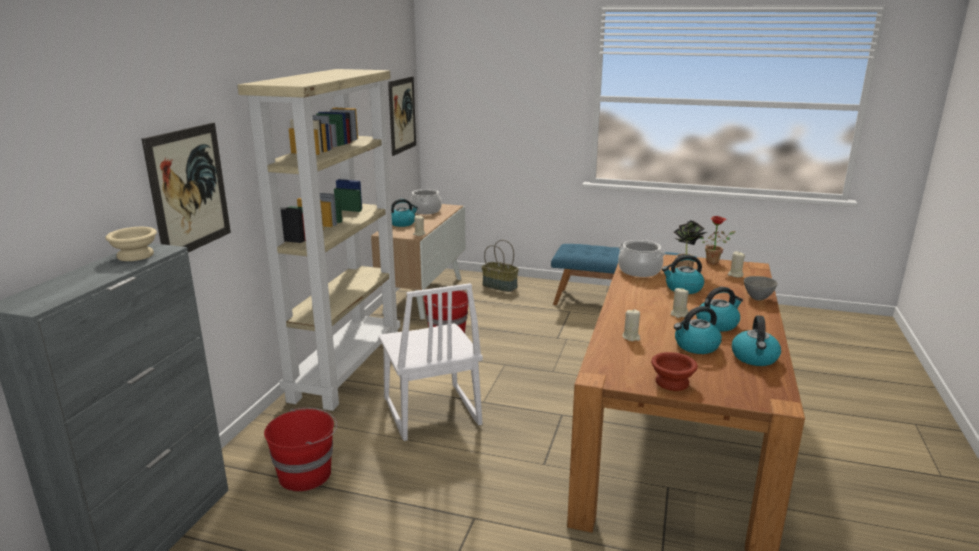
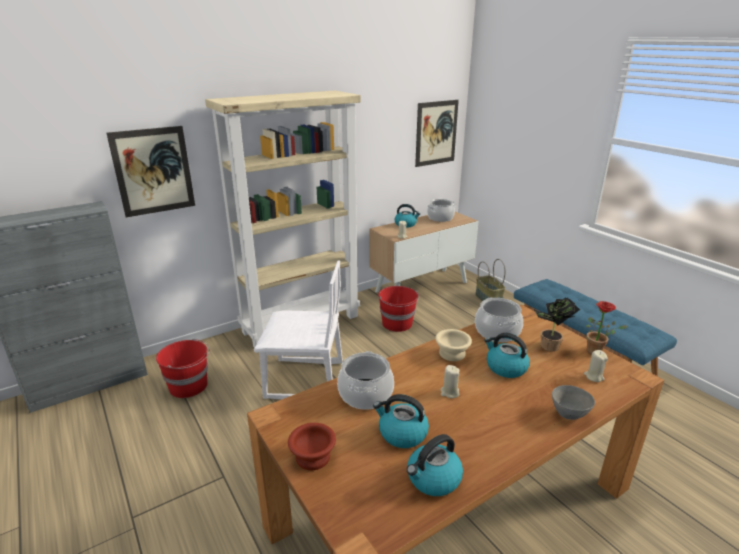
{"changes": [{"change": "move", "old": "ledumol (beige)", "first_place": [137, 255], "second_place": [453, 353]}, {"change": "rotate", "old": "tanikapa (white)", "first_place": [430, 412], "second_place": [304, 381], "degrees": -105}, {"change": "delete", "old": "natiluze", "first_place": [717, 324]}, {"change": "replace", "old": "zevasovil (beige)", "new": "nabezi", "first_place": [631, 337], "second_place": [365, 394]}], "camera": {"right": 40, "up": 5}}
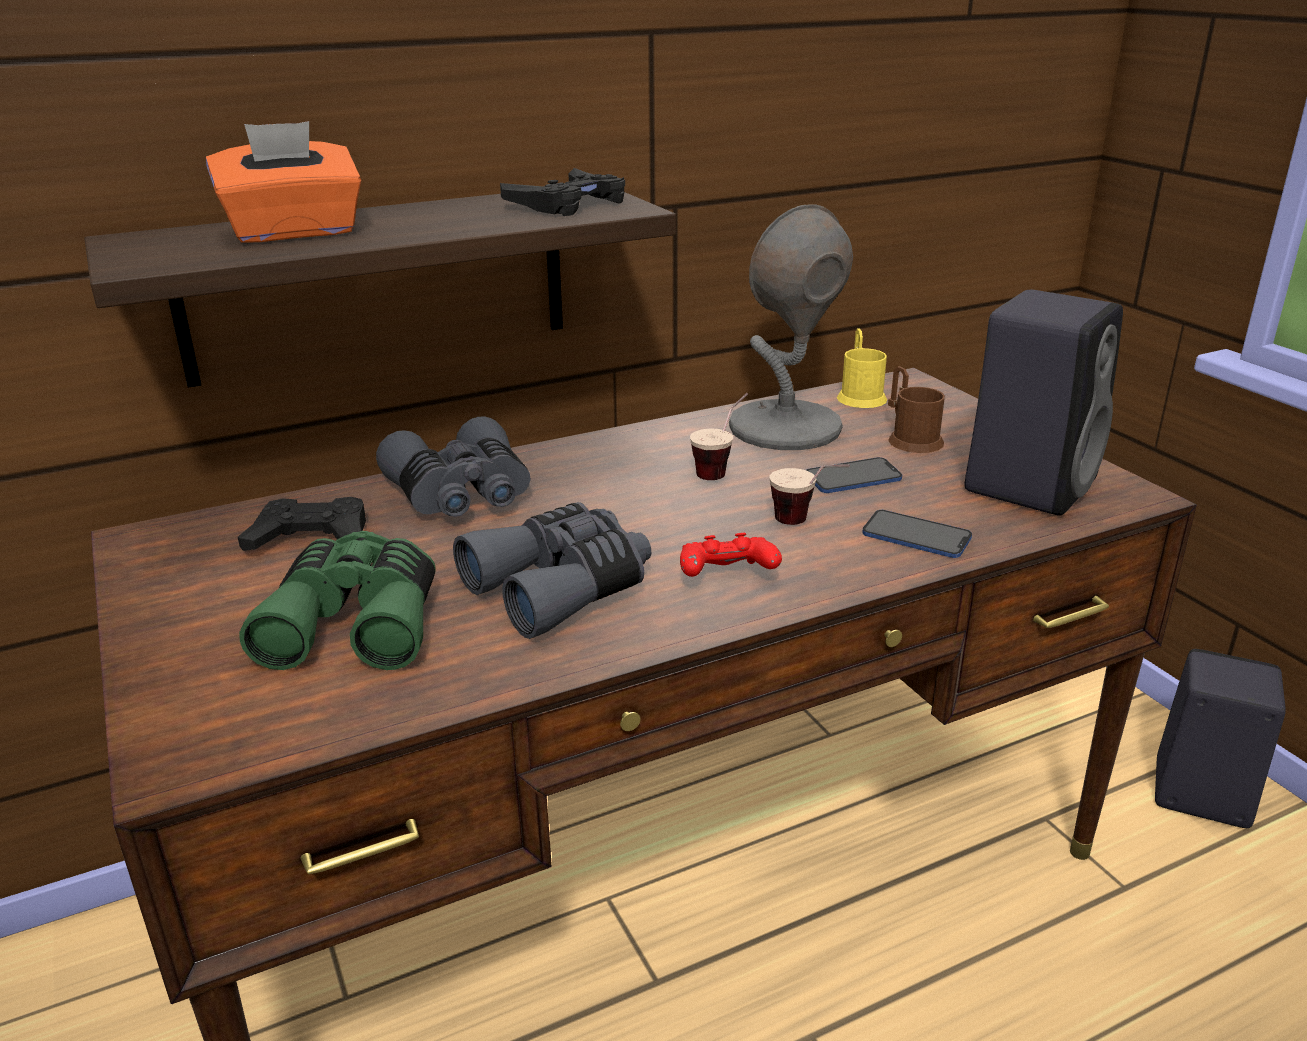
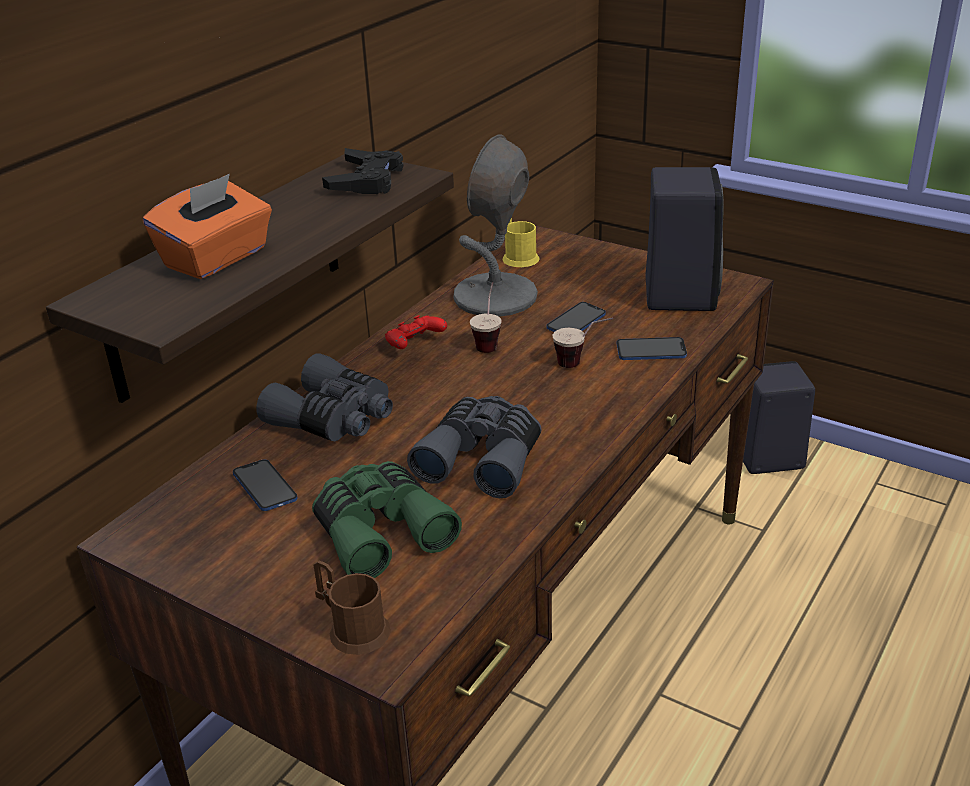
{"changes": [{"change": "move", "old": "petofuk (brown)", "first_place": [910, 438], "second_place": [352, 628]}, {"change": "replace", "old": "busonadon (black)", "new": "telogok", "first_place": [310, 537], "second_place": [265, 487]}, {"change": "move", "old": "busonadon (red)", "first_place": [726, 577], "second_place": [414, 344]}], "camera": {"right": -30, "up": 5}}
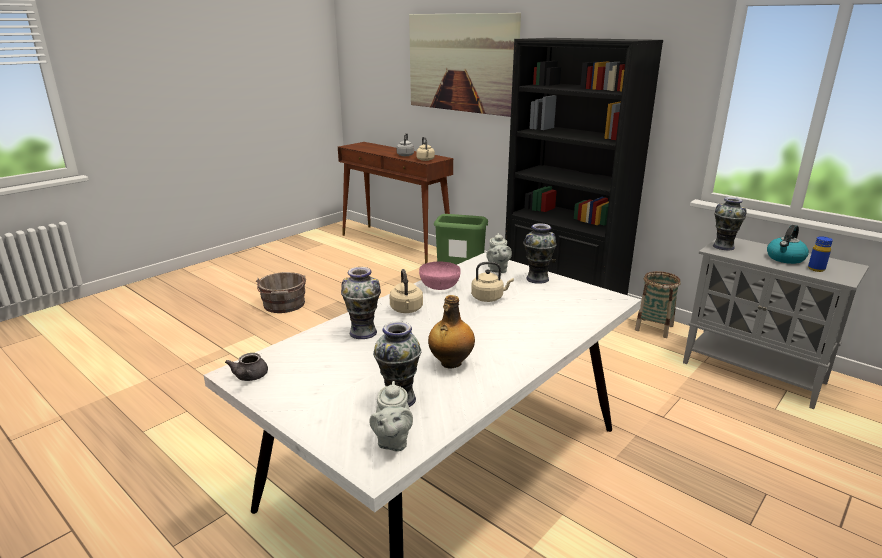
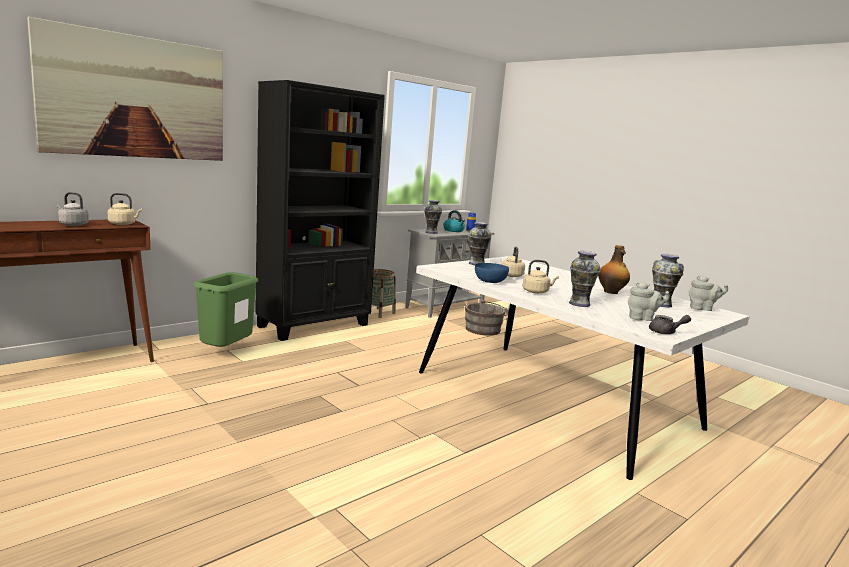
{"changes": [{"change": "move", "old": "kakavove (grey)", "first_place": [497, 270], "second_place": [642, 319]}, {"change": "recolor", "old": "ledumol (pink)", "new": "ledumol (blue)", "first_place": [439, 286], "second_place": [490, 281]}, {"change": "move", "old": "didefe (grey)", "first_place": [284, 305], "second_place": [485, 330]}], "camera": {"right": -85, "up": -10}}
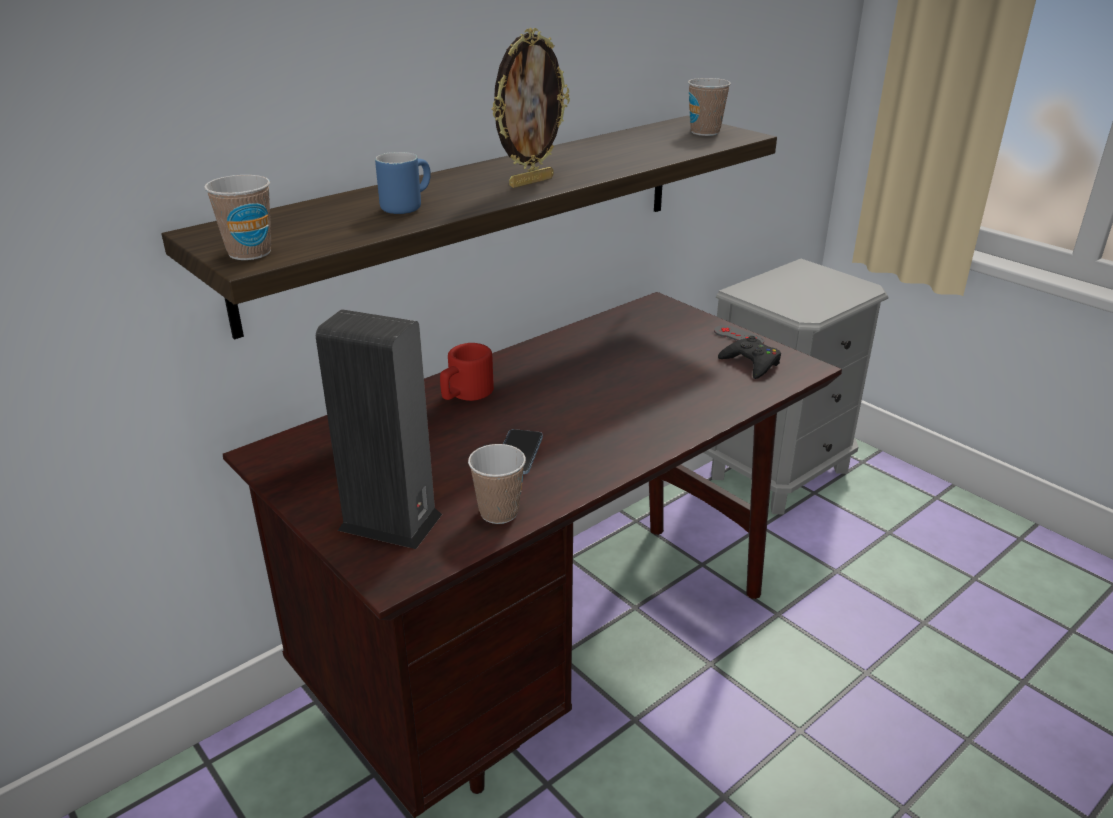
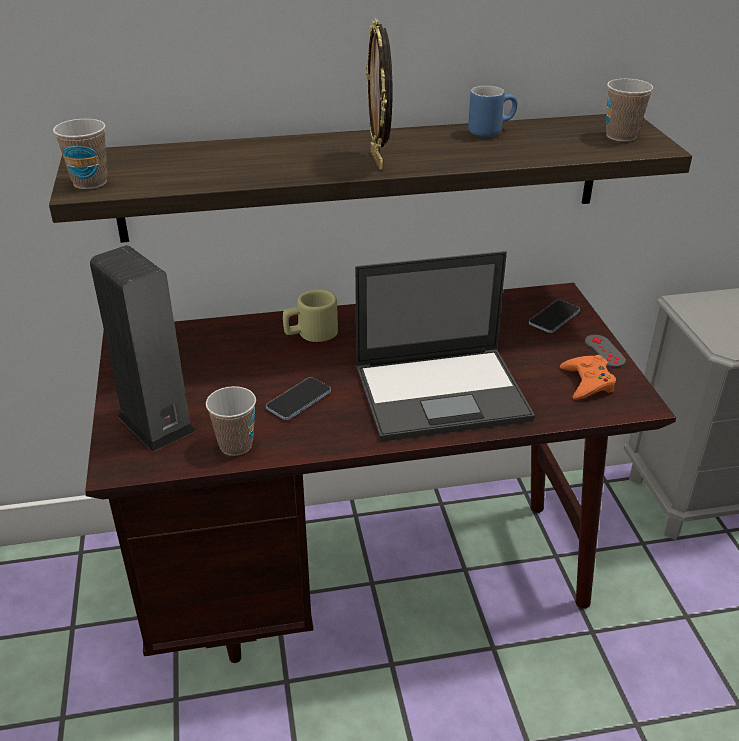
{"changes": [{"change": "rotate", "old": "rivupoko", "first_place": [530, 182], "second_place": [378, 160], "degrees": 90}, {"change": "move", "old": "petofuk (blue)", "first_place": [405, 206], "second_place": [490, 130]}, {"change": "recolor", "old": "busonadon (black)", "new": "busonadon (orange)", "first_place": [751, 363], "second_place": [587, 382]}, {"change": "recolor", "old": "petofuk (red)", "new": "petofuk (beige)", "first_place": [465, 394], "second_place": [310, 333]}, {"change": "insert", "new": "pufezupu", "second_place": [443, 392]}, {"change": "insert", "new": "telogok", "second_place": [554, 318]}], "camera": {"right": 30, "up": 5}}
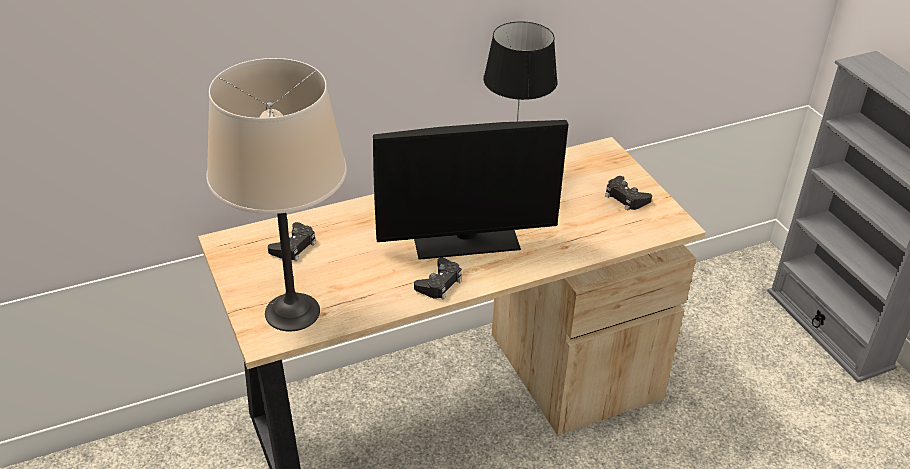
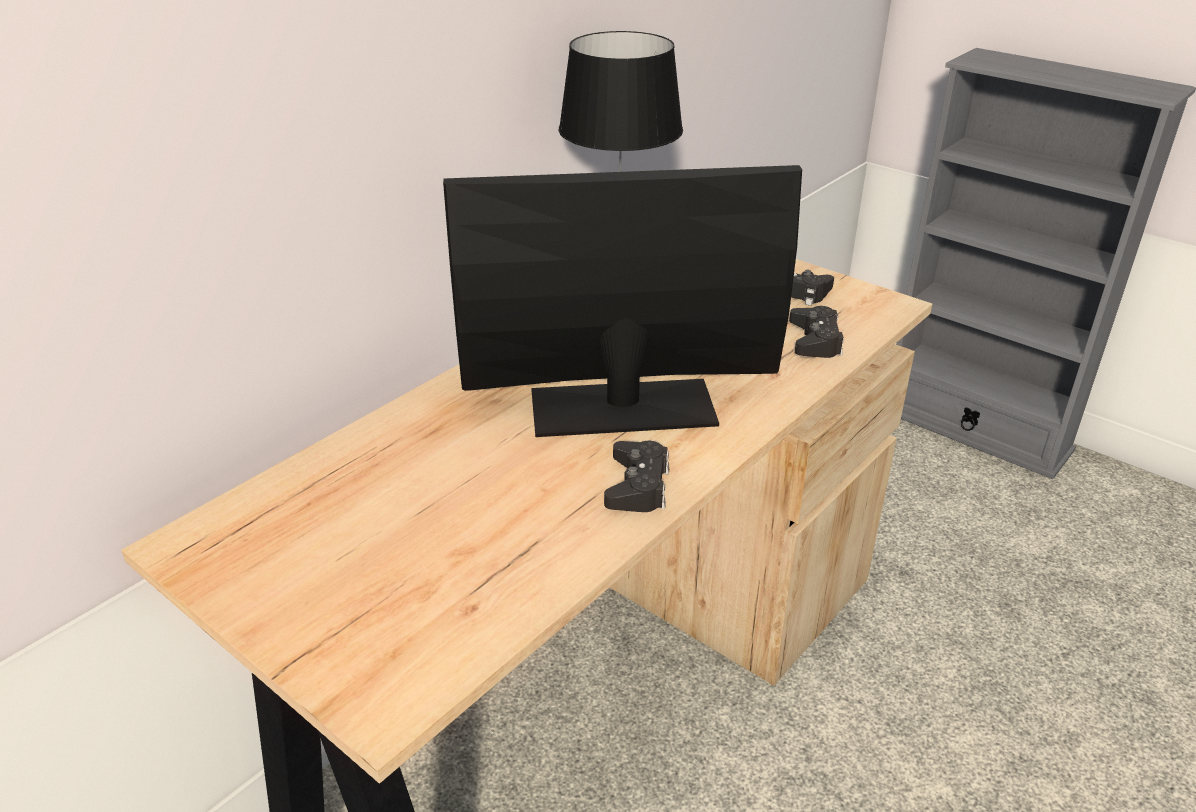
{"changes": [{"change": "delete", "old": "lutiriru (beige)", "first_place": [292, 312]}, {"change": "rotate", "old": "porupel", "first_place": [465, 240], "second_place": [622, 408], "degrees": -150}, {"change": "move", "old": "busonadon (black)", "first_place": [294, 247], "second_place": [815, 341]}], "camera": {"right": -25, "up": -5}}
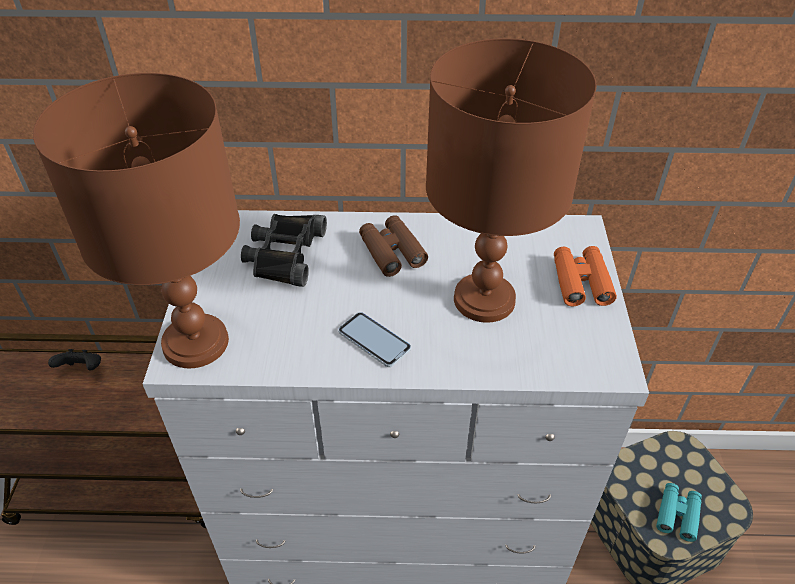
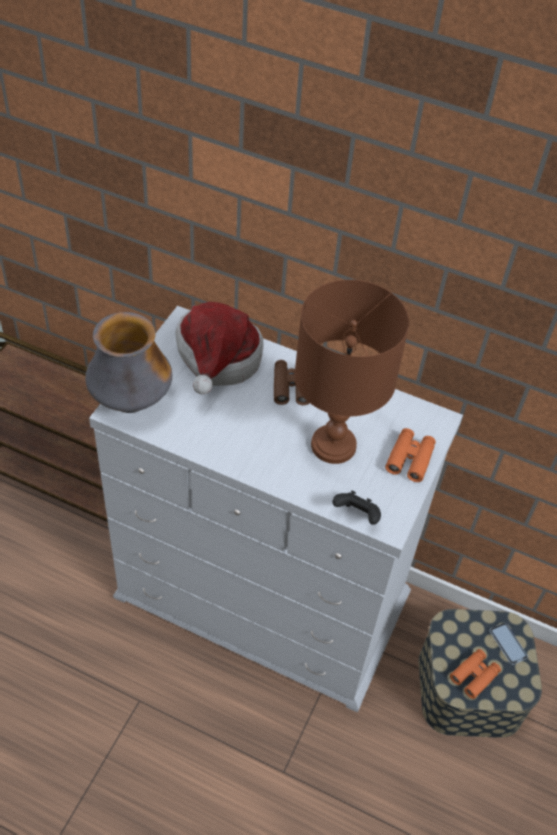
{"changes": [{"change": "replace", "old": "lutiriru (brown)", "new": "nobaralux", "first_place": [194, 342], "second_place": [131, 402]}, {"change": "replace", "old": "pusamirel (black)", "new": "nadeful", "first_place": [284, 254], "second_place": [217, 361]}, {"change": "move", "old": "telogok", "first_place": [374, 340], "second_place": [508, 644]}, {"change": "move", "old": "busonadon (black)", "first_place": [82, 369], "second_place": [357, 515]}, {"change": "recolor", "old": "pusamirel (turquoise)", "new": "pusamirel (orange)", "first_place": [677, 514], "second_place": [474, 675]}], "camera": {"right": 20, "up": 5}}
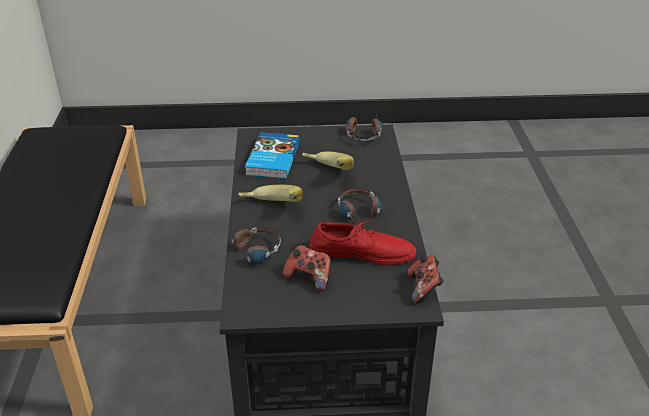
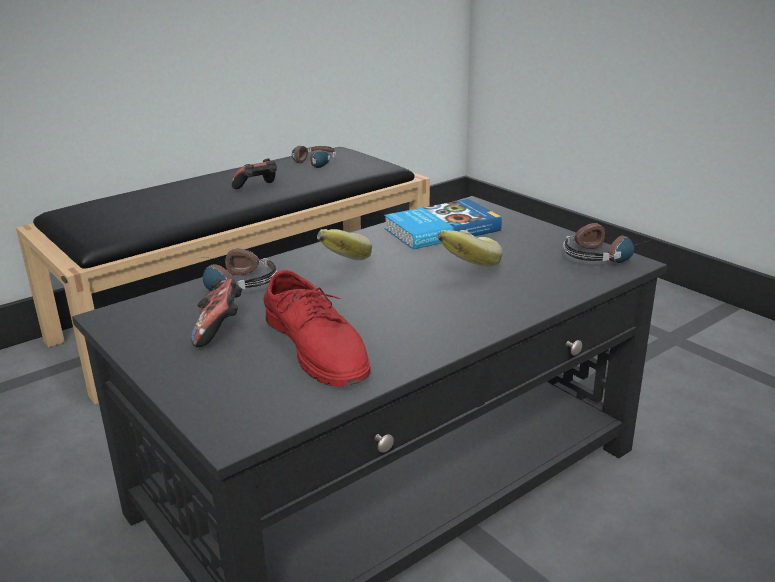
{"changes": [{"change": "move", "old": "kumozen", "first_place": [360, 214], "second_place": [310, 164]}, {"change": "move", "old": "busonadon", "first_place": [424, 289], "second_place": [257, 188]}], "camera": {"right": 55, "up": -10}}
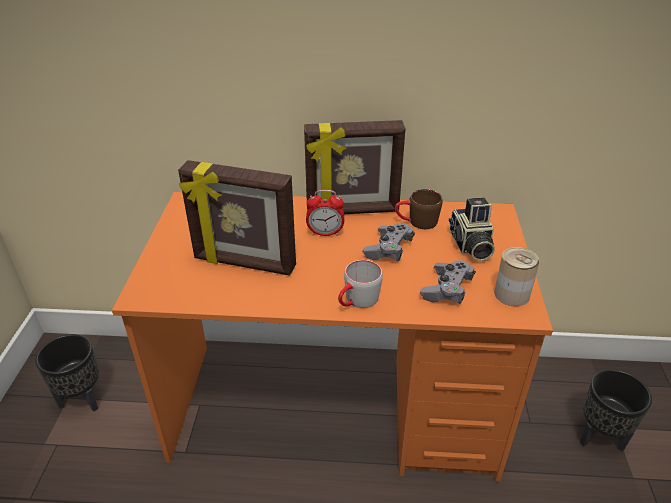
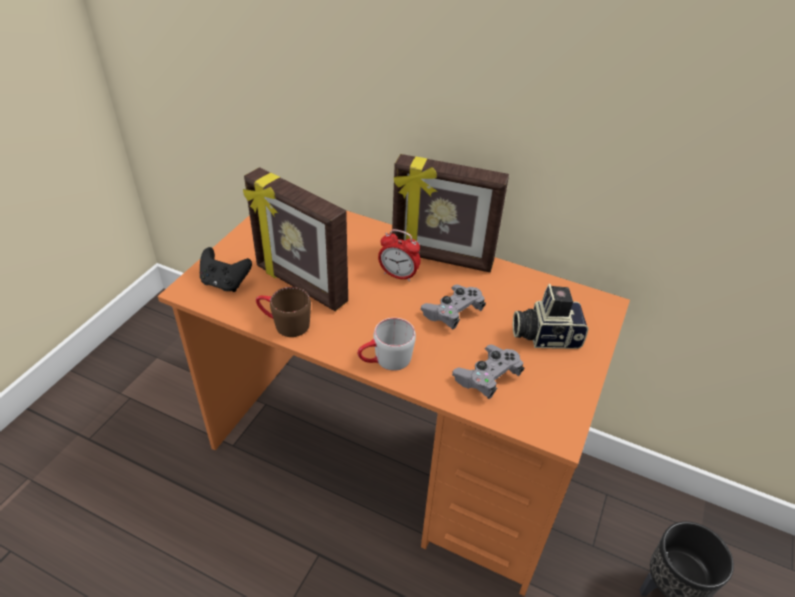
{"changes": [{"change": "move", "old": "petofuk (brown)", "first_place": [416, 222], "second_place": [284, 323]}, {"change": "rotate", "old": "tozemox", "first_place": [470, 246], "second_place": [545, 335], "degrees": 75}, {"change": "delete", "old": "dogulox", "first_place": [511, 294]}, {"change": "delete", "old": "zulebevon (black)", "first_place": [81, 399]}, {"change": "insert", "new": "busonadon (black)", "second_place": [225, 283]}], "camera": {"right": 20, "up": 5}}
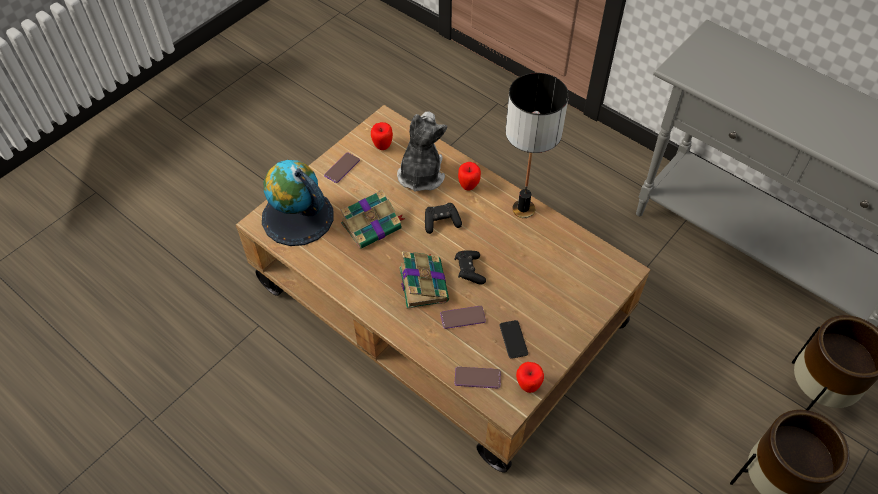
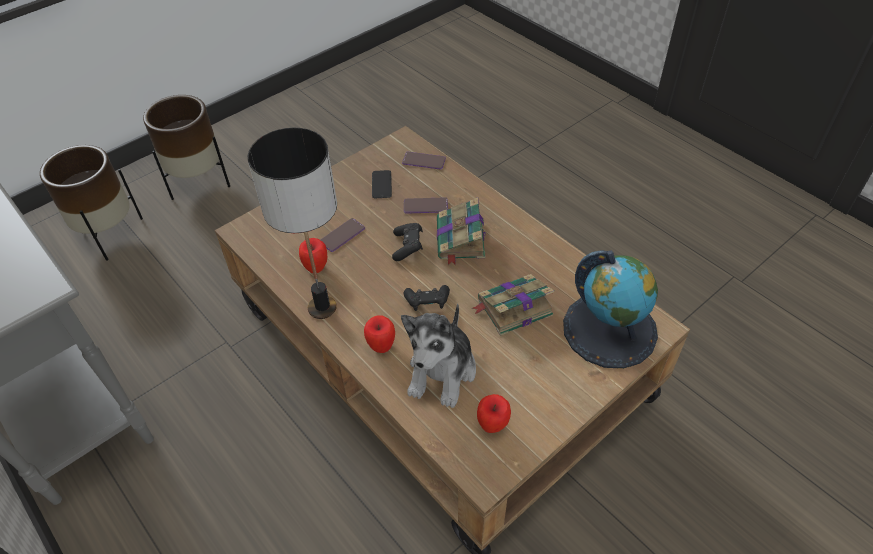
{"changes": [{"change": "move", "old": "telogok", "first_place": [342, 168], "second_place": [342, 235]}, {"change": "move", "old": "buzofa", "first_place": [528, 386], "second_place": [316, 268]}], "camera": {"right": -170, "up": -5}}
